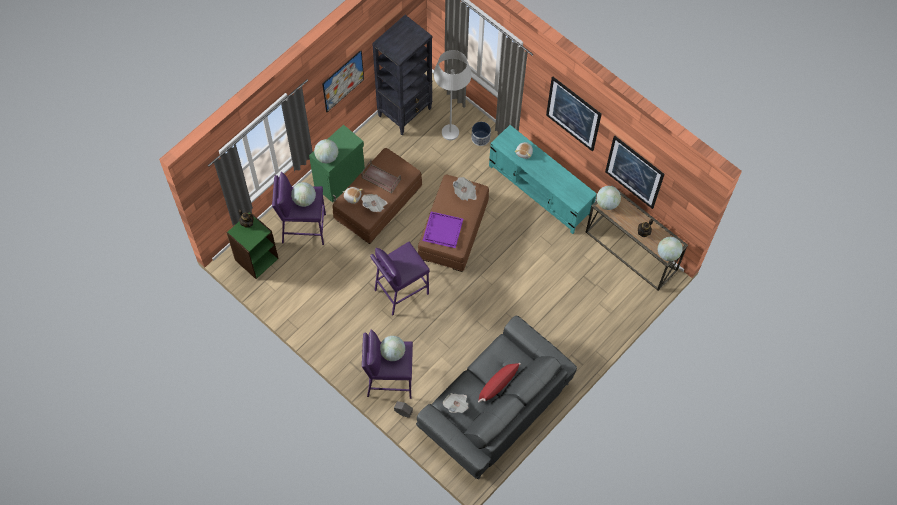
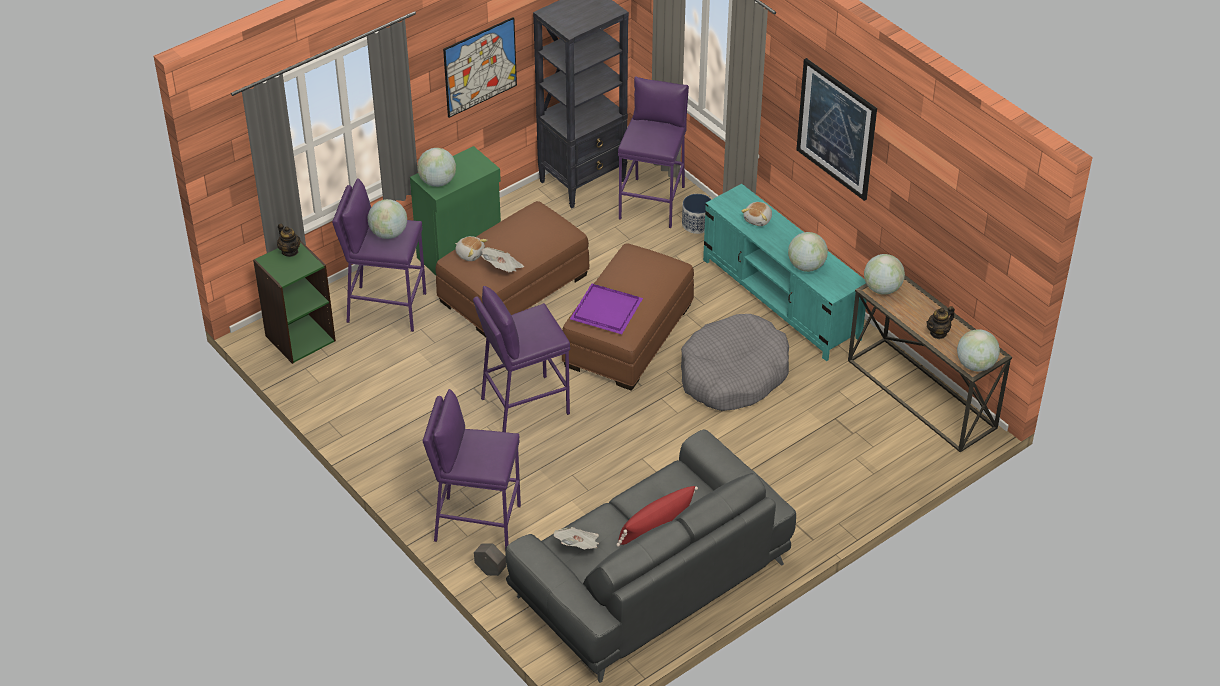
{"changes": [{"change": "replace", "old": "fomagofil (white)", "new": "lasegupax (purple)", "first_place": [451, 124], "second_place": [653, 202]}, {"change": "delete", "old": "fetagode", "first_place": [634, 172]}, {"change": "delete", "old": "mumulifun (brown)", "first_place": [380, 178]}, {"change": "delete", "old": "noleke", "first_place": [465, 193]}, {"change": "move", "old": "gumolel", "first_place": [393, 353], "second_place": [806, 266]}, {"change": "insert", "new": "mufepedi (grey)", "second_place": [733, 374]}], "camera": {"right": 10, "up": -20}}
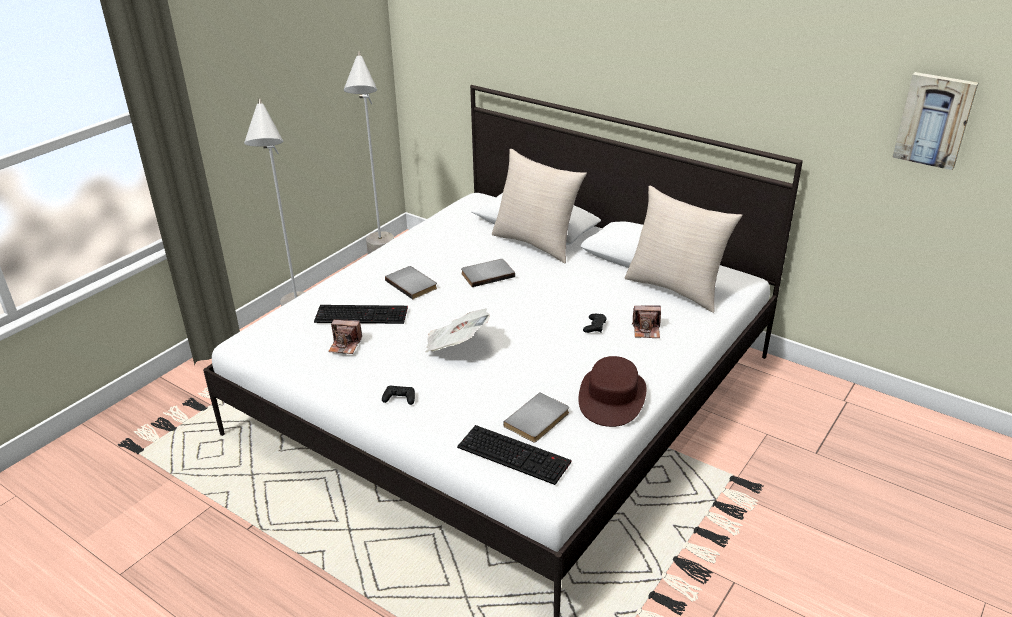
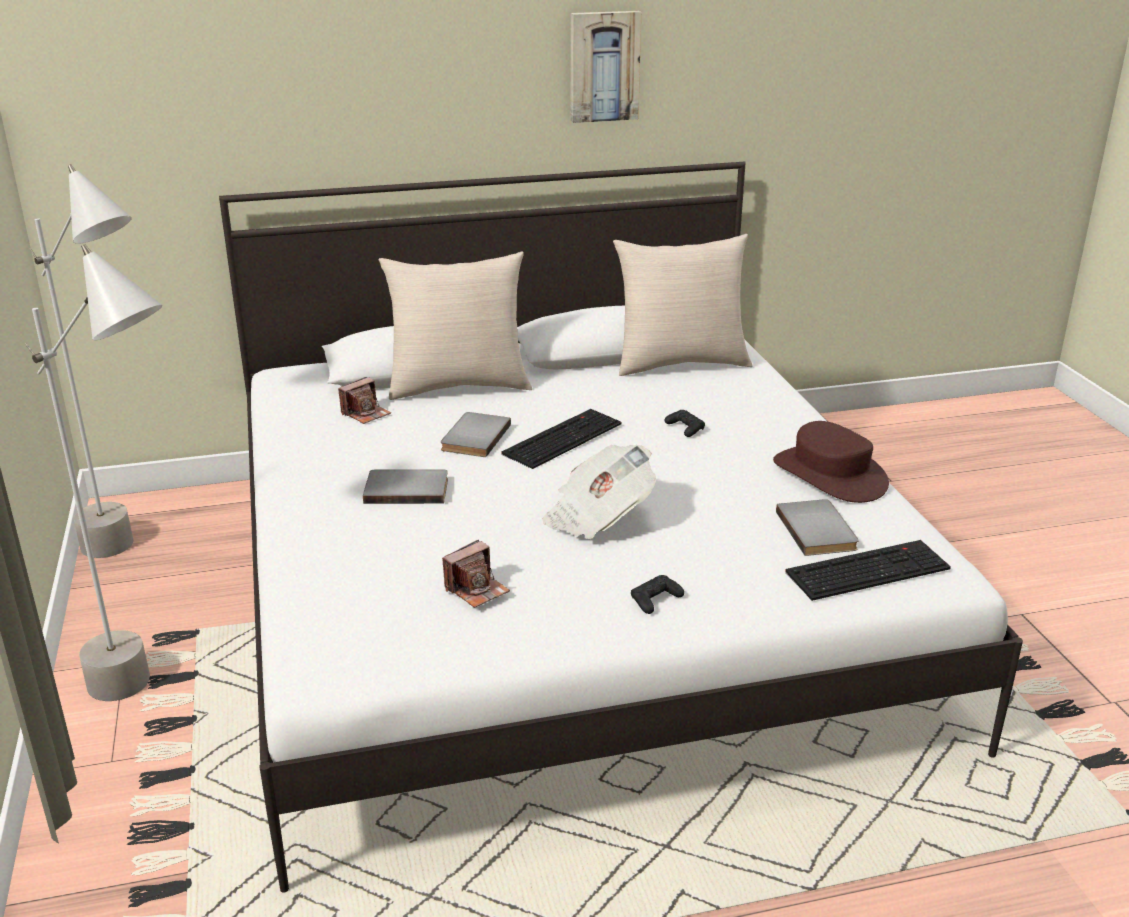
{"changes": [{"change": "move", "old": "fetagode", "first_place": [934, 120], "second_place": [603, 66]}, {"change": "move", "old": "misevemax", "first_place": [362, 314], "second_place": [562, 438]}, {"change": "move", "old": "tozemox", "first_place": [646, 330], "second_place": [366, 413]}], "camera": {"right": -50, "up": -5}}
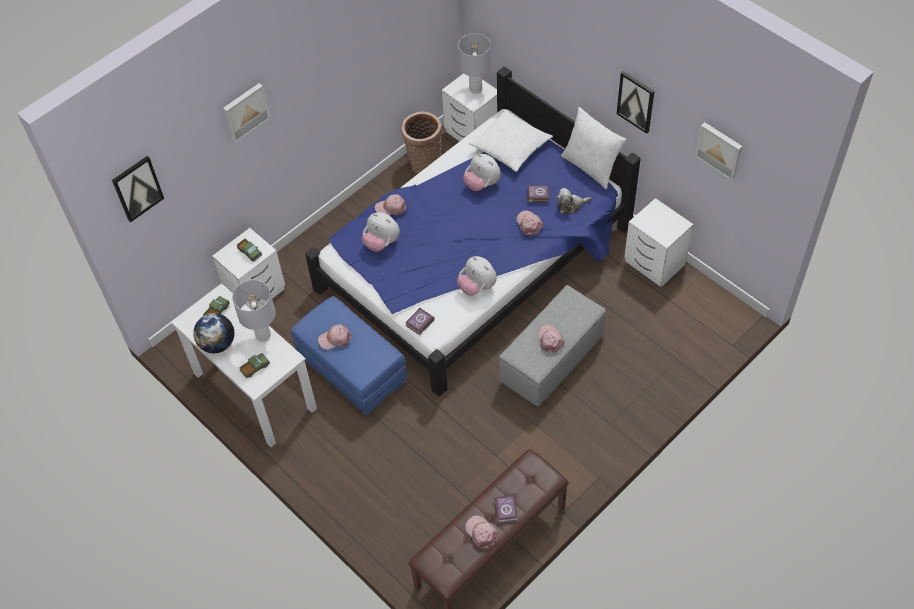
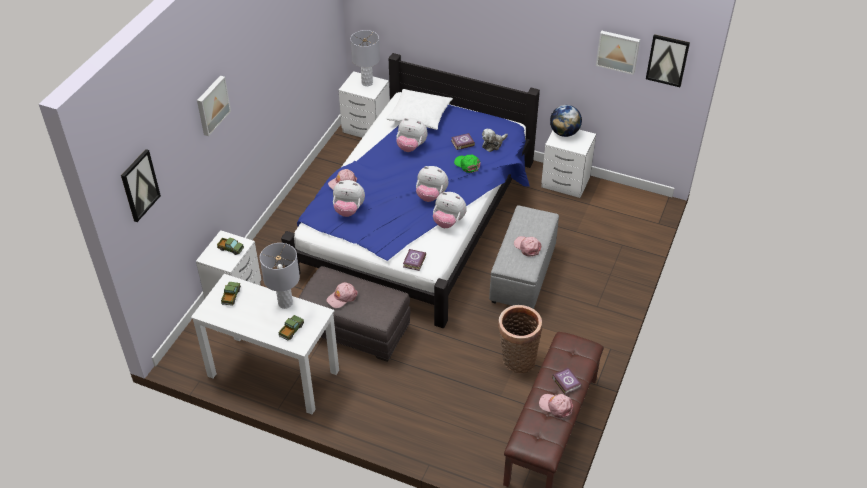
{"changes": [{"change": "move", "old": "fetagode", "first_place": [636, 101], "second_place": [667, 60]}, {"change": "delete", "old": "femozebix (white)", "first_place": [591, 167]}, {"change": "move", "old": "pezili", "first_place": [424, 163], "second_place": [516, 359]}, {"change": "recolor", "old": "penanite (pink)", "new": "penanite (green)", "first_place": [529, 224], "second_place": [467, 165]}, {"change": "recolor", "old": "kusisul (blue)", "new": "kusisul (grey)", "first_place": [353, 369], "second_place": [356, 329]}, {"change": "move", "old": "gumolel", "first_place": [218, 344], "second_place": [564, 133]}, {"change": "insert", "new": "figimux", "second_place": [431, 196]}], "camera": {"right": -25, "up": -10}}
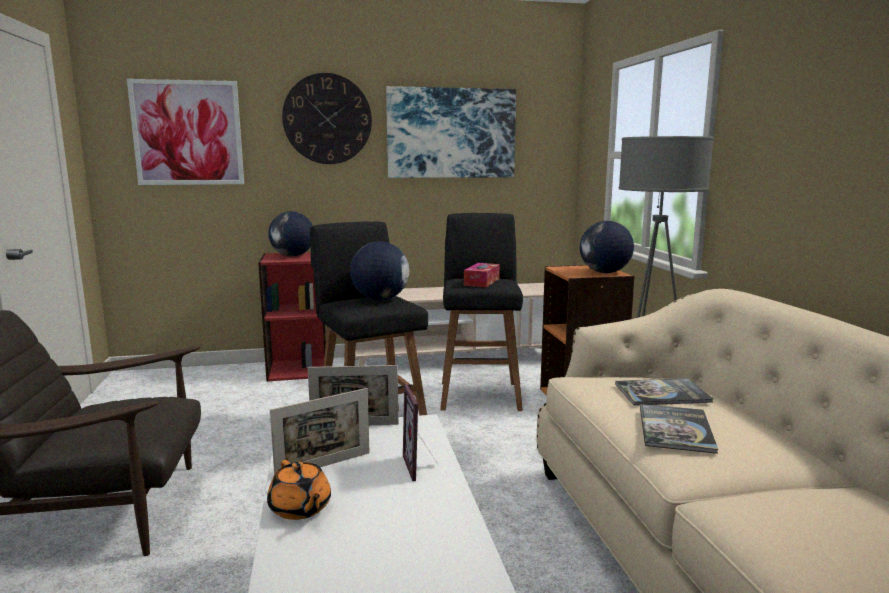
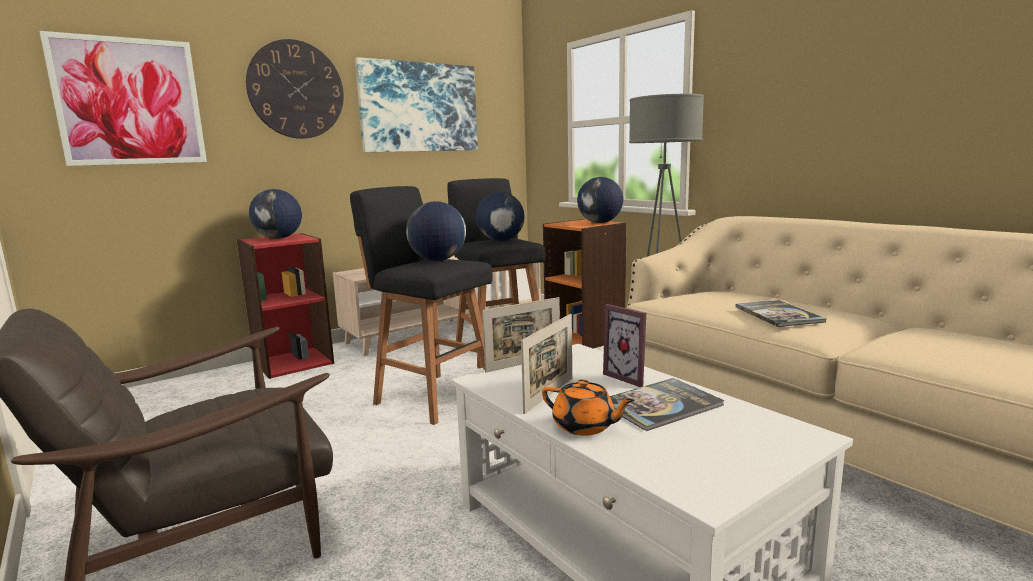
{"changes": [{"change": "replace", "old": "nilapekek", "new": "gumolel", "first_place": [481, 282], "second_place": [500, 241]}, {"change": "move", "old": "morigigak", "first_place": [662, 393], "second_place": [661, 405]}], "camera": {"right": -25, "up": 0}}
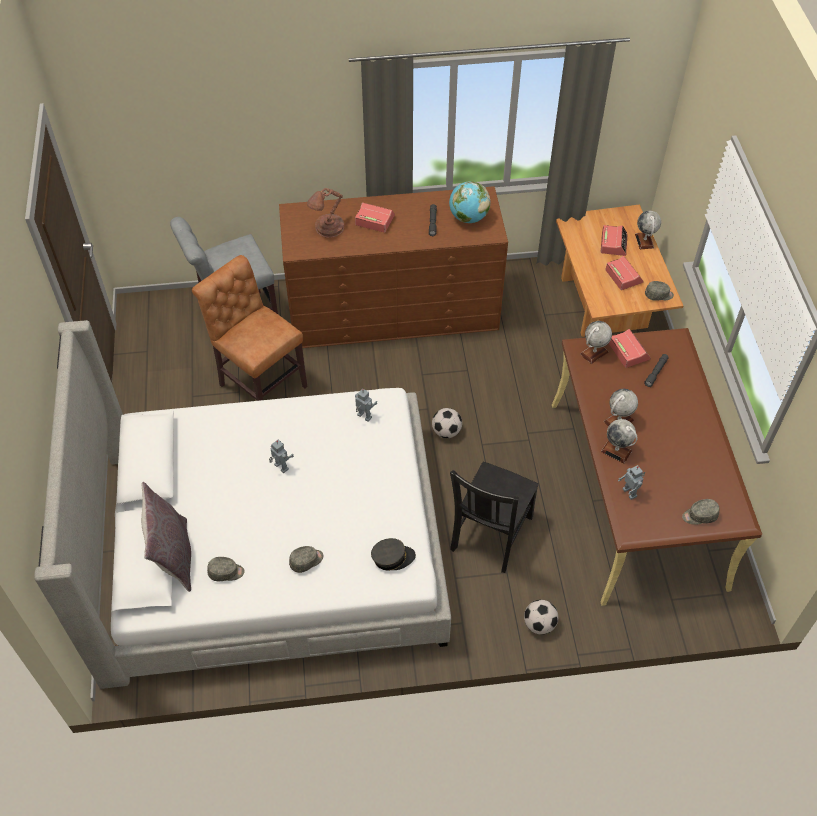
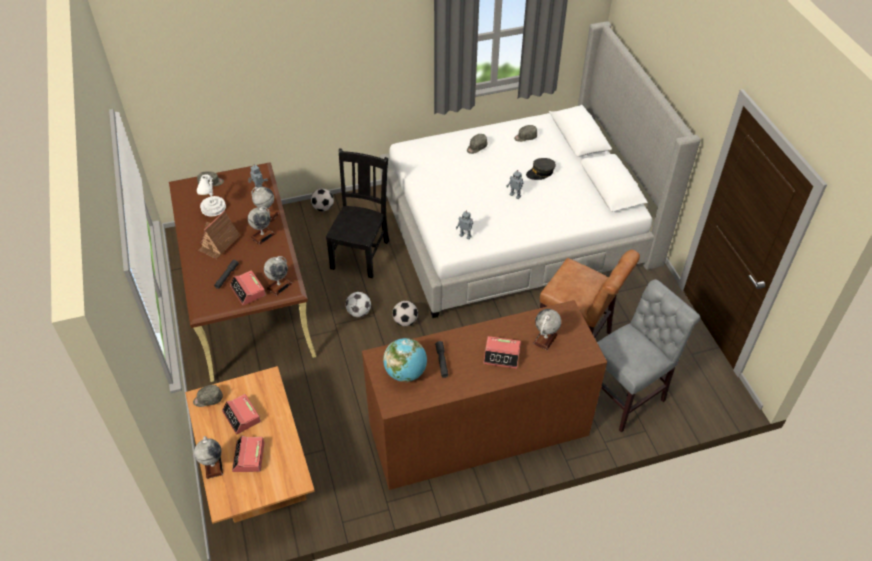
{"changes": [{"change": "replace", "old": "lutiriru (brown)", "new": "gumolel", "first_place": [328, 229], "second_place": [545, 339]}, {"change": "delete", "old": "femozebix (grey)", "first_place": [173, 556]}, {"change": "move", "old": "penanite (grey)", "first_place": [392, 558], "second_place": [540, 173]}, {"change": "insert", "new": "lutiriru (white)", "second_place": [213, 209]}, {"change": "insert", "new": "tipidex", "second_place": [219, 243]}, {"change": "insert", "new": "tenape", "second_place": [359, 312]}], "camera": {"right": 170, "up": -5}}
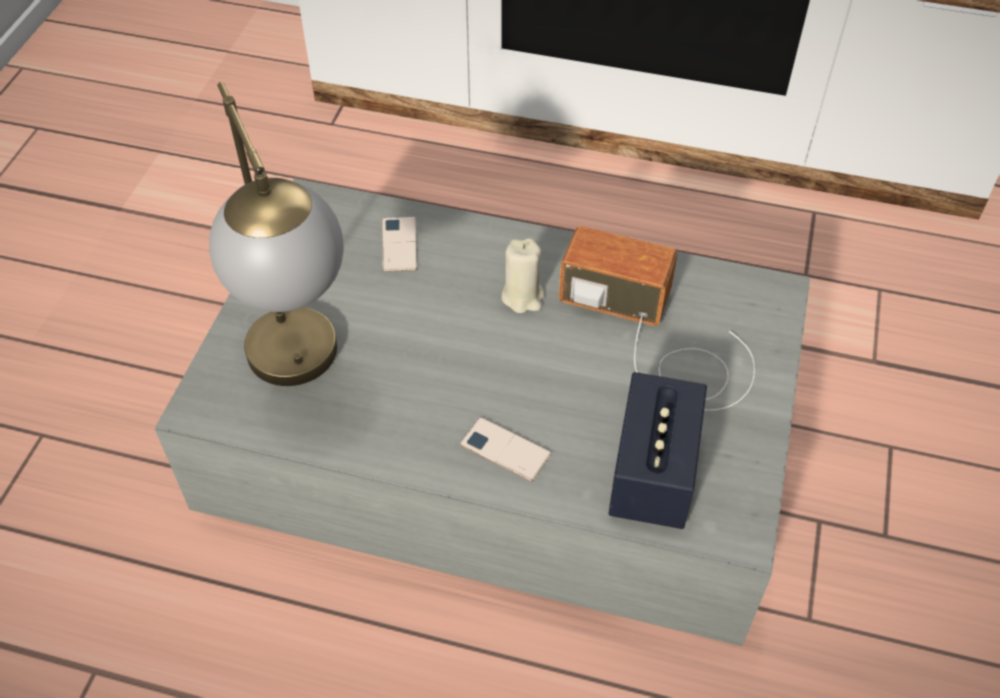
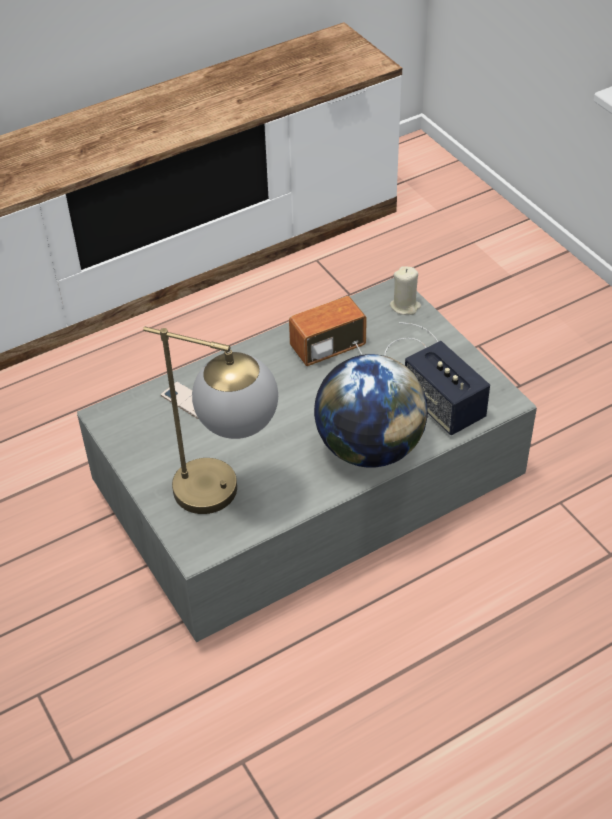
{"changes": [{"change": "move", "old": "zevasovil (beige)", "first_place": [523, 296], "second_place": [405, 306]}, {"change": "replace", "old": "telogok", "new": "gumolel", "first_place": [505, 449], "second_place": [369, 448]}], "camera": {"right": -45, "up": -5}}
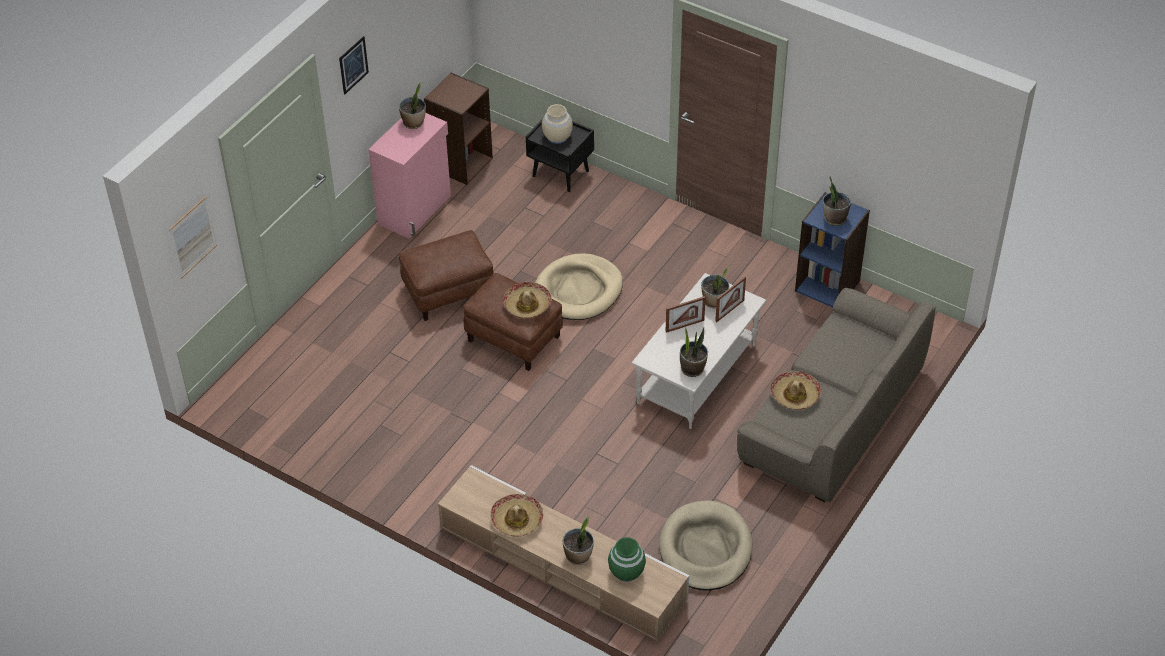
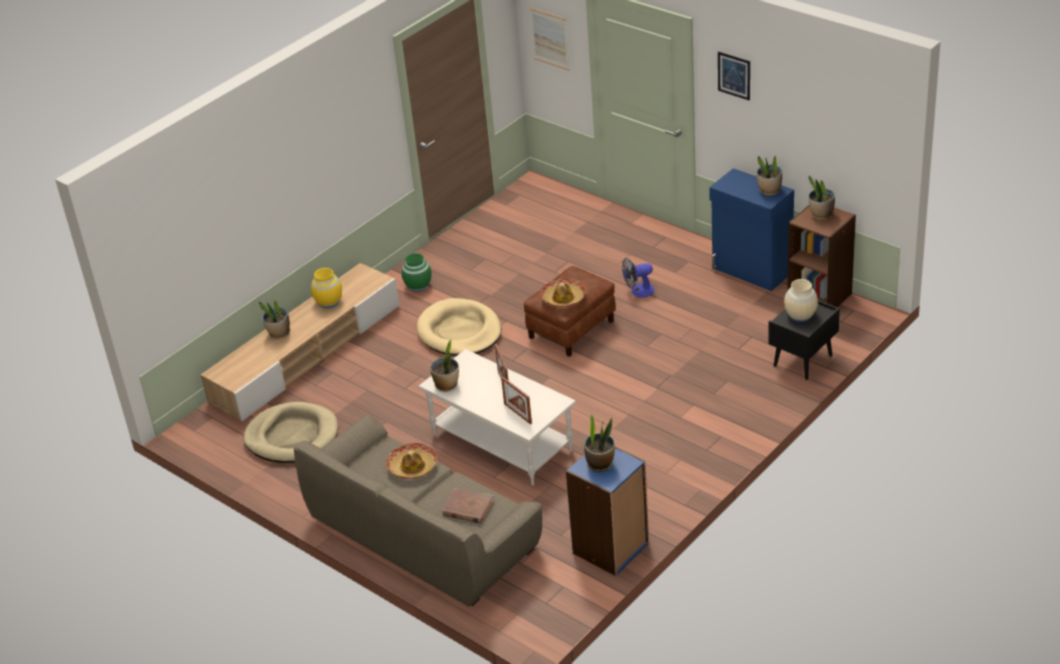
{"changes": [{"change": "recolor", "old": "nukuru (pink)", "new": "nukuru (blue)", "first_place": [415, 210], "second_place": [751, 271]}, {"change": "replace", "old": "kusisul (brown)", "new": "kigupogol", "first_place": [448, 291], "second_place": [638, 291]}, {"change": "move", "old": "mufepedi (beige)", "first_place": [578, 290], "second_place": [459, 332]}, {"change": "move", "old": "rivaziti", "first_place": [714, 301], "second_place": [821, 215]}, {"change": "replace", "old": "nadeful", "new": "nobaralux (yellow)", "first_place": [517, 520], "second_place": [328, 302]}, {"change": "move", "old": "nobaralux (green)", "first_place": [626, 571], "second_place": [418, 286]}, {"change": "insert", "new": "morigigak (brown)", "second_place": [468, 508]}], "camera": {"right": 100, "up": -10}}
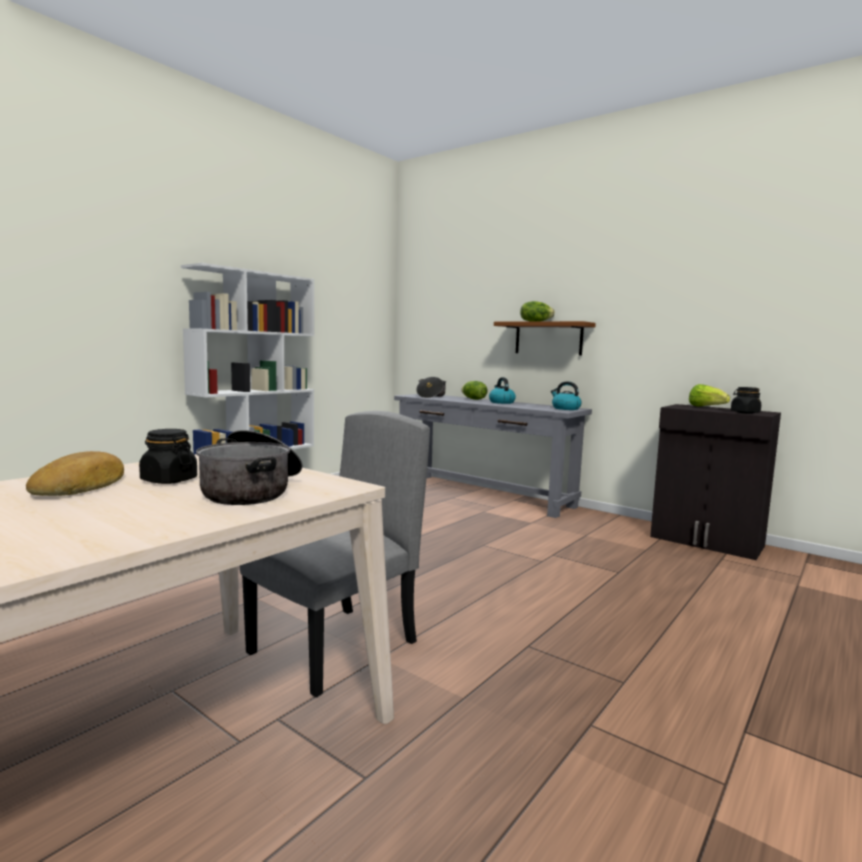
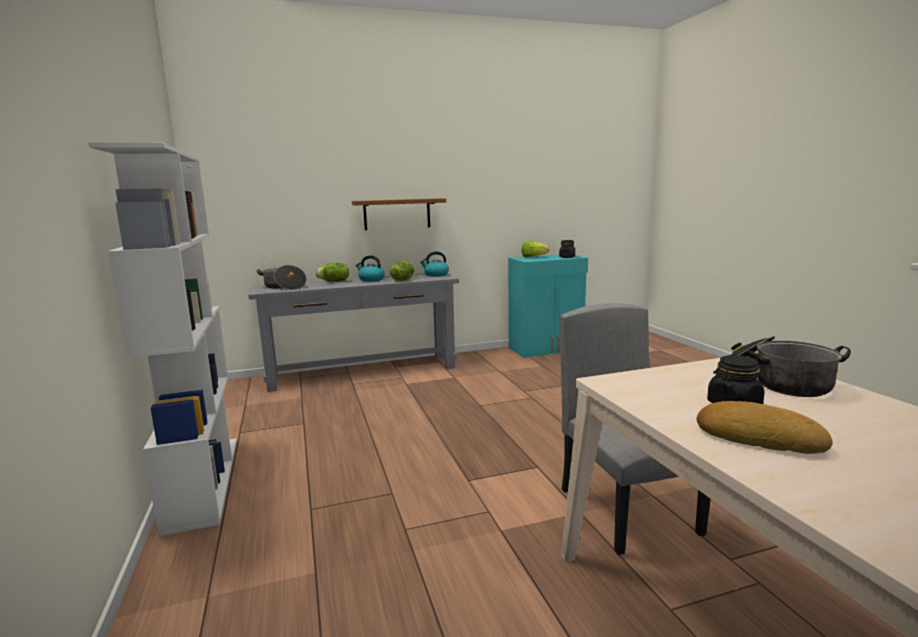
{"changes": [{"change": "move", "old": "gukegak", "first_place": [535, 322], "second_place": [402, 280]}, {"change": "recolor", "old": "nukuru (black)", "new": "nukuru (turquoise)", "first_place": [707, 542], "second_place": [546, 349]}], "camera": {"right": -55, "up": 5}}
